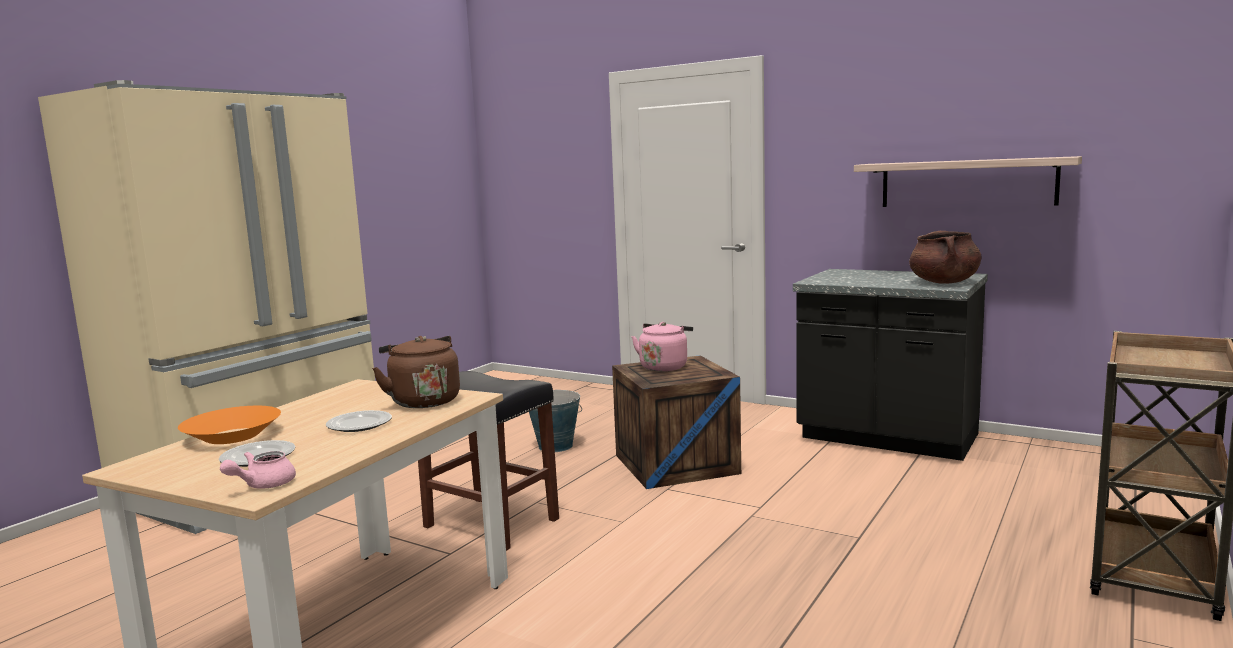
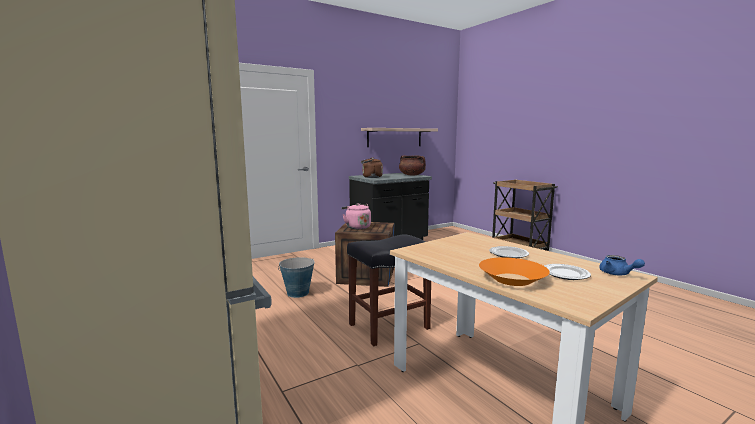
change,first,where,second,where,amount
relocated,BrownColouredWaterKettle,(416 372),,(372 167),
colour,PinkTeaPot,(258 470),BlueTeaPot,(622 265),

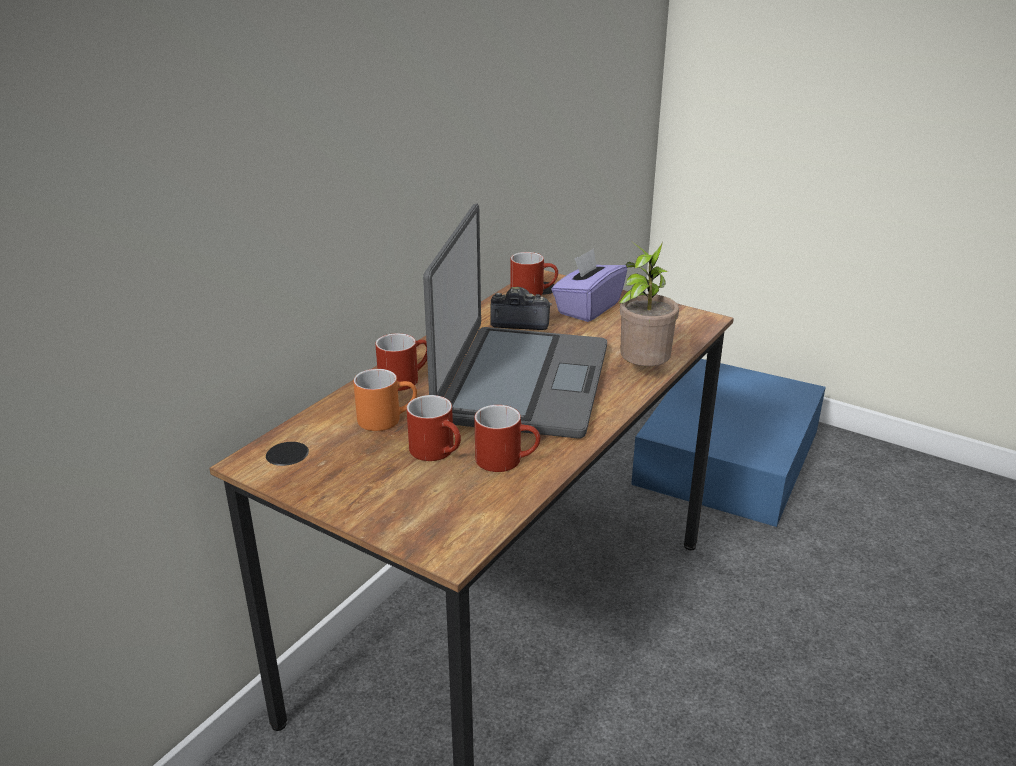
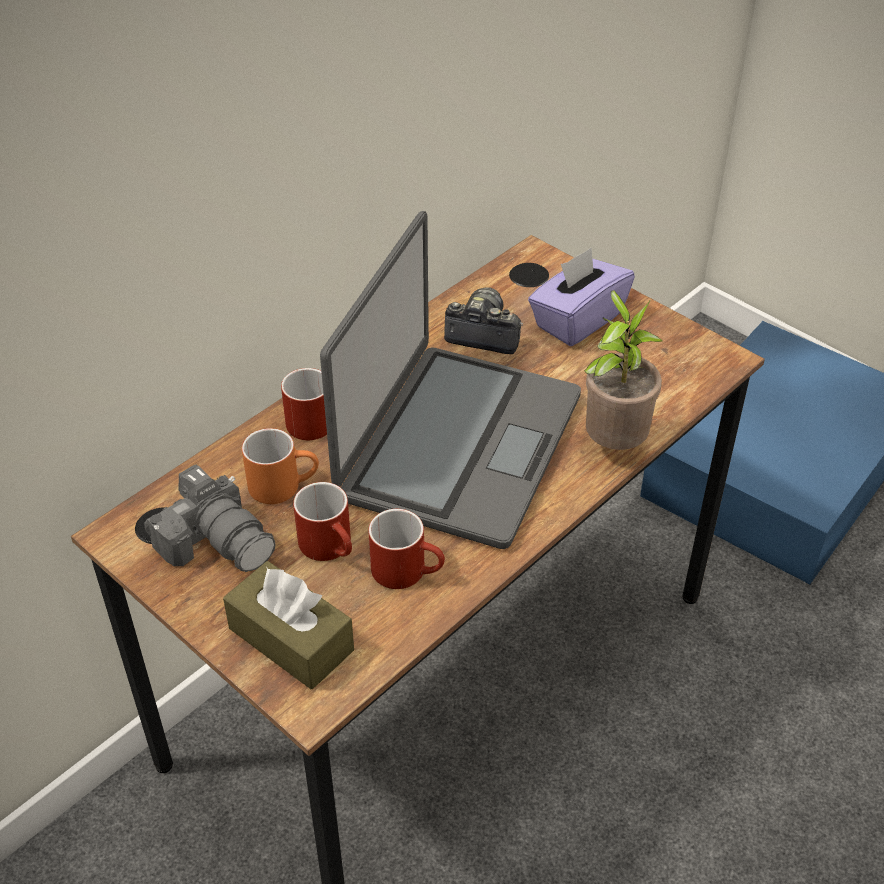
change,first,where,second,where,amount
missing,RedTeaMug,(534 274),,,
appeared,,,PhotoCamera,(209 518),
appeared,,,BrownColouredTissueHolder,(288 625),

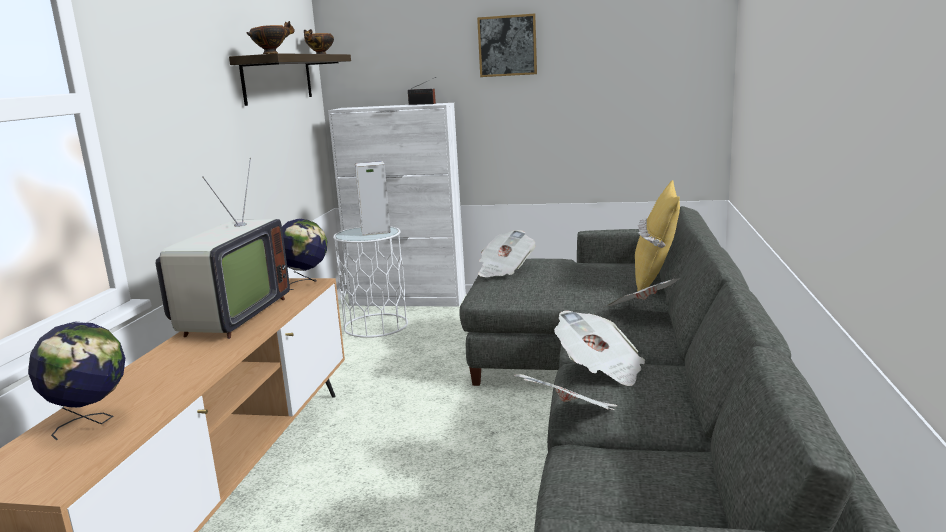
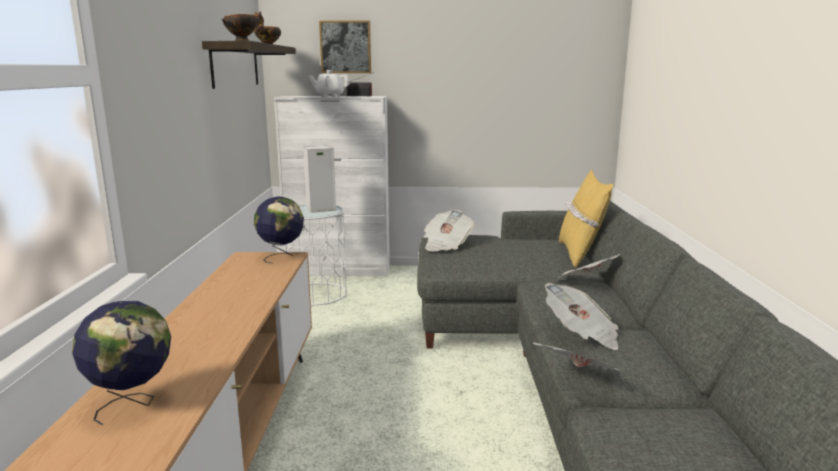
change,first,where,second,where,amount
relocated,WallPicture,(507 45),,(345 46),
missing,Television,(223 248),,,
appeared,,,WhiteTeaPot,(329 83),

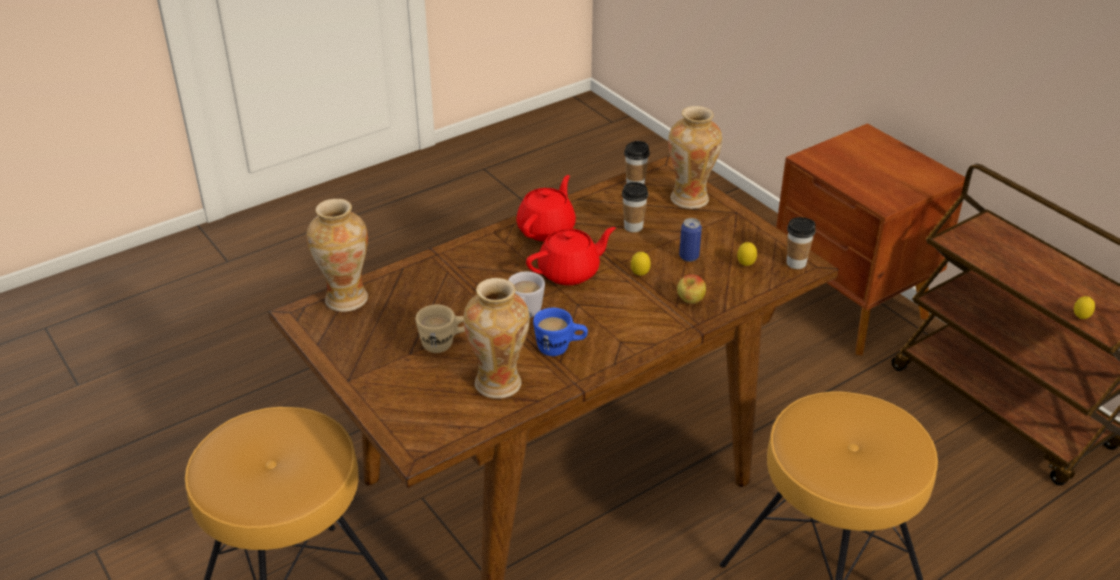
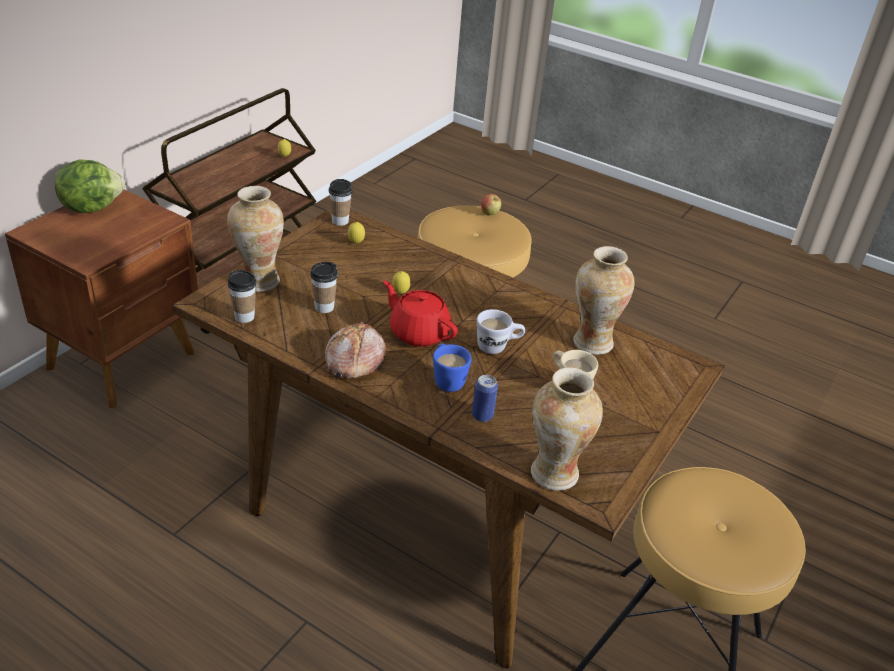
change,first,where,second,where,amount
exchanged,RedTeaPot,(546 208),BakedBread,(355 350),
relocated,SealedCan,(690 240),,(485 398),
relocated,AppleFruit,(691 289),,(491 205),
relocated,BlueTeaMug,(560 332),,(452 367),
appeared,,,Lettuce,(89 186),

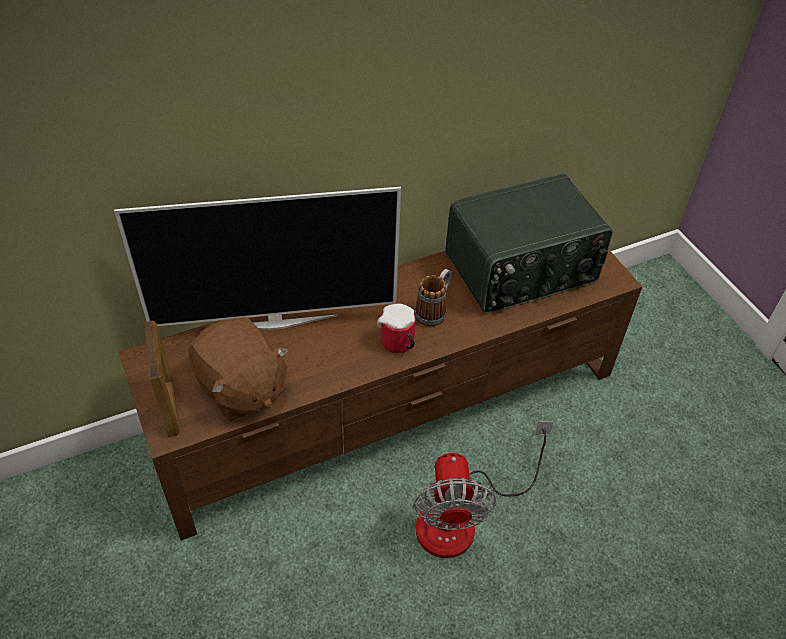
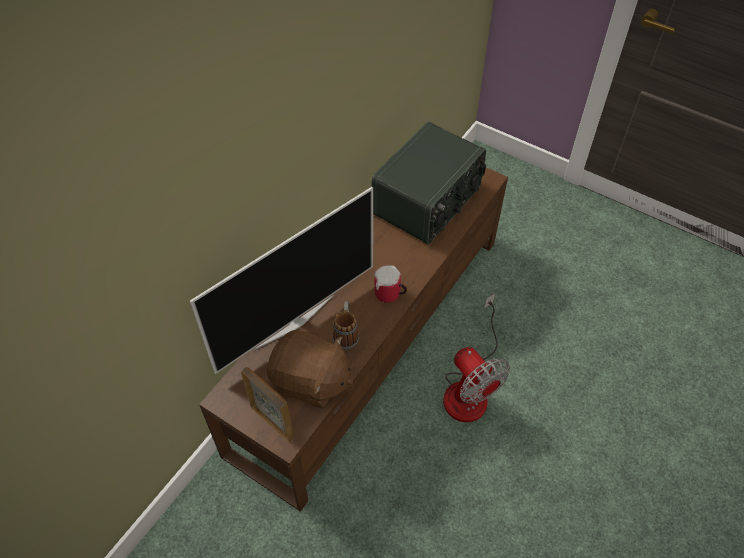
change,first,where,second,where,amount
relocated,TeaMug,(433 297),,(346 326),

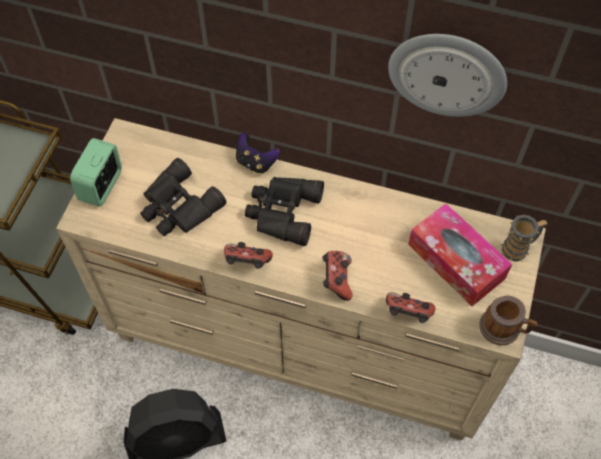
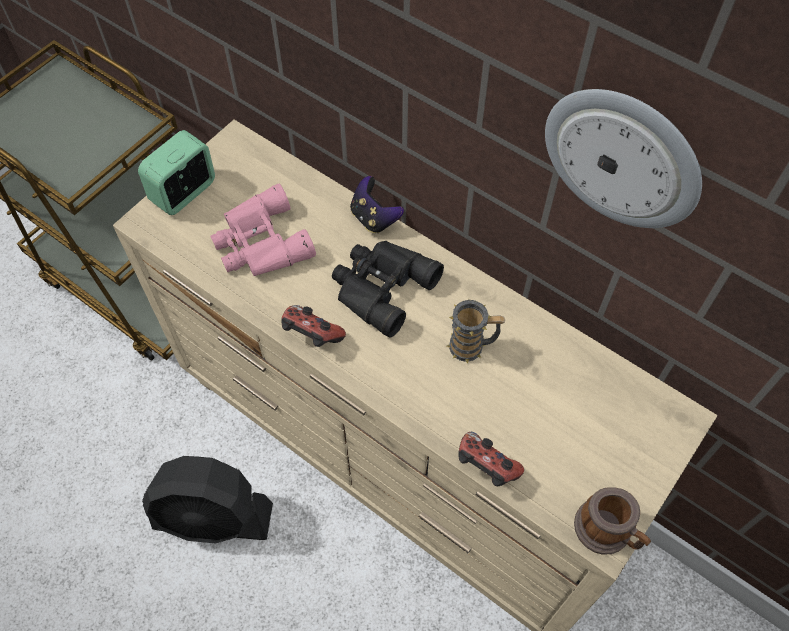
change,first,where,second,where,amount
colour,BlackPairOfBinoculars,(183 197),PinkPairOfBinoculars,(263 230),
missing,TissueHolder,(460 254),,,
relocated,TeaMug,(524 238),,(476 331),
missing,Gamepad,(337 276),,,

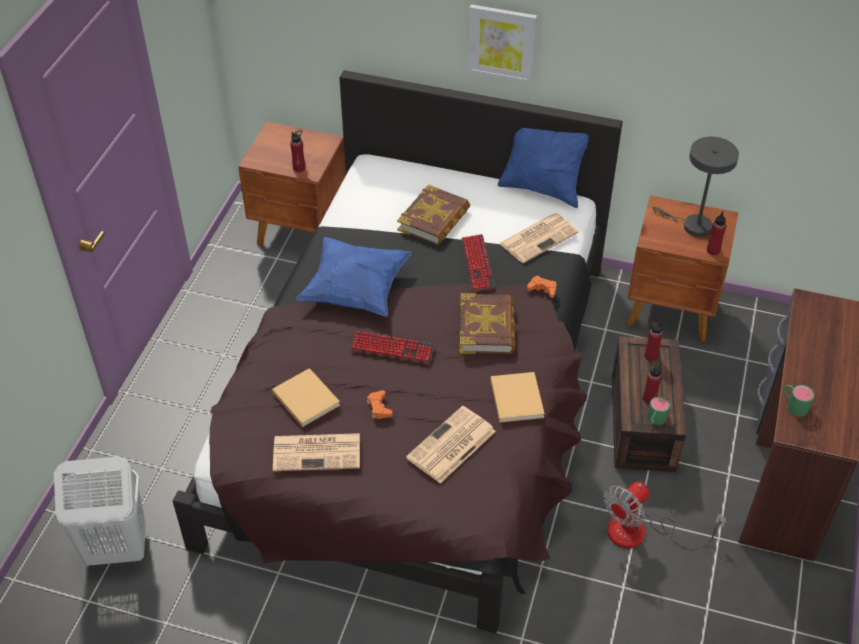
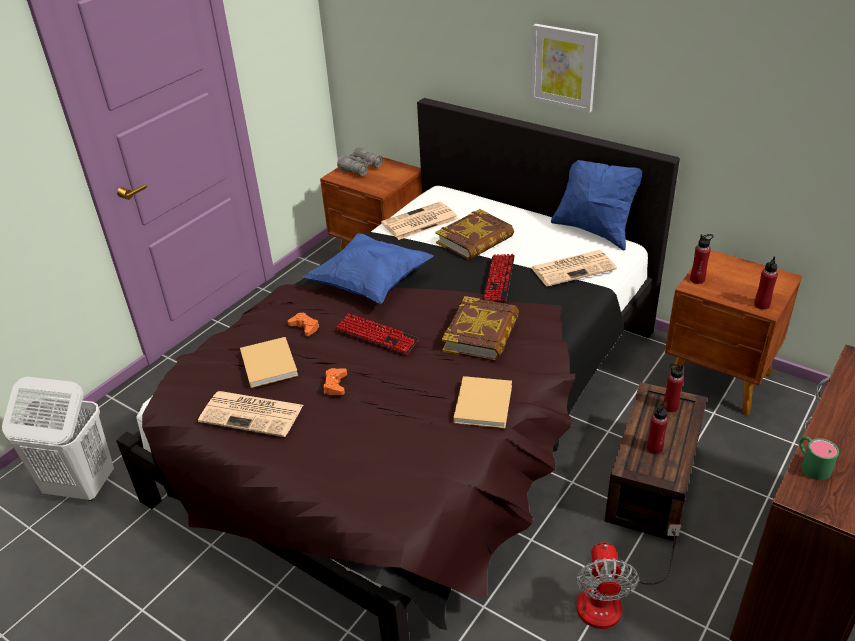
change,first,where,second,where,amount
relocated,RedDrinkBottle,(297 151),,(702 259),
missing,GreyLampForATable,(696 187),,,
relocated,OrangeColouredGamepad,(541 287),,(303 324),
missing,GreenTeaMug,(658 410),,,
relocated,Newspaper,(451 444),,(419 221),
spun,ElectricFan,(665 515),,(628 577),60 degrees counterclockwise
appeared,,,GreyPairOfBinoculars,(360 161),

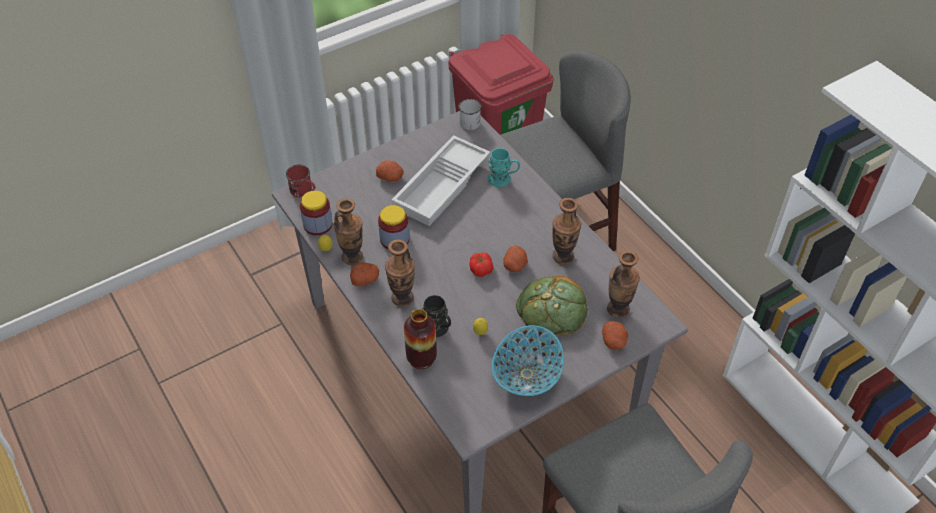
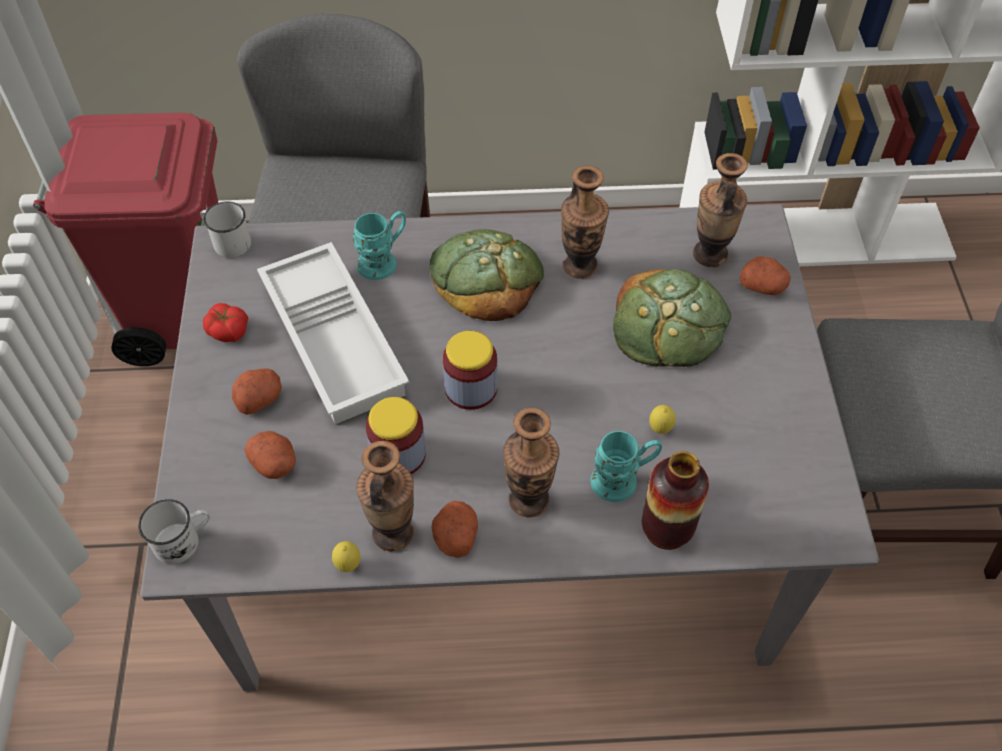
change,first,where,second,where,amount
colour,RedTeaMug,(300 180),WhiteTeaMug,(174 531),
relocated,Jar,(316 213),,(470 370),
relocated,WholePotato,(515 258),,(270 455),
relocated,WholeTomato,(481 265),,(225 322),
colour,BlackTeaMug,(436 316),BlueGreenTeaMug,(626 466),
missing,DeepDish,(528 360),,,
appeared,,,BakedBread,(487 275),

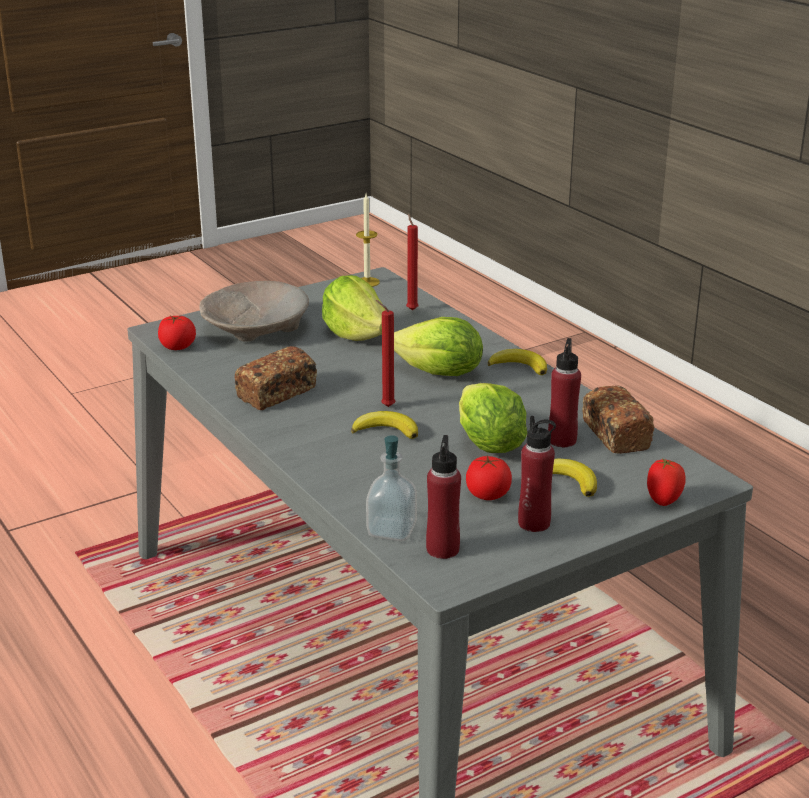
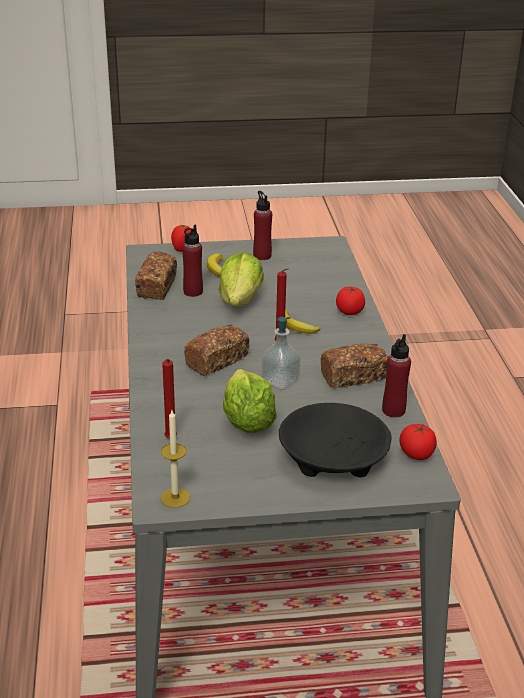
change,first,where,second,where,amount
colour,SandColouredDeepDish,(254 311),BlackDeepDish,(335 440),
exchanged,Lettuce,(438 346),BakedBread,(217 350),
missing,Banana,(517 362),,,
relocated,SoapDispenser,(391 488),,(281 353),
relocated,RedDrinkBottle,(443 497),,(396 375),
relocated,WholeTomato,(489 477),,(350 301),

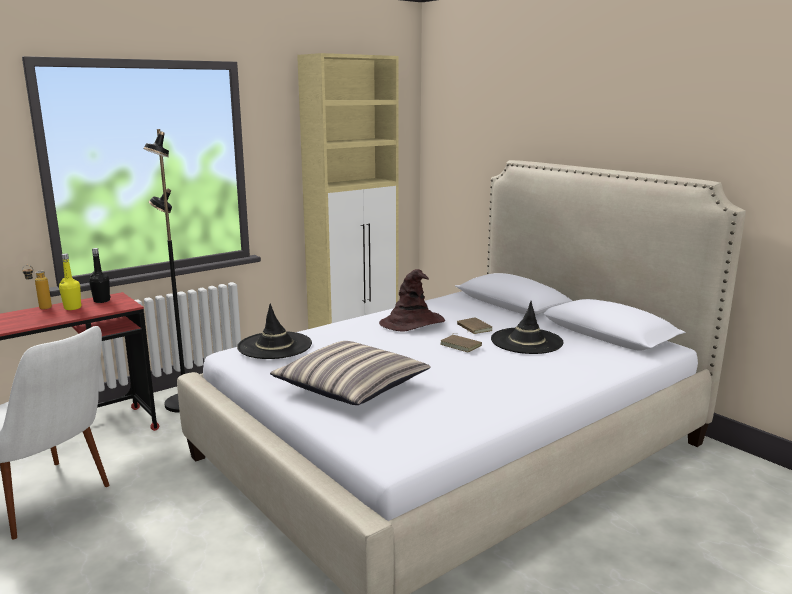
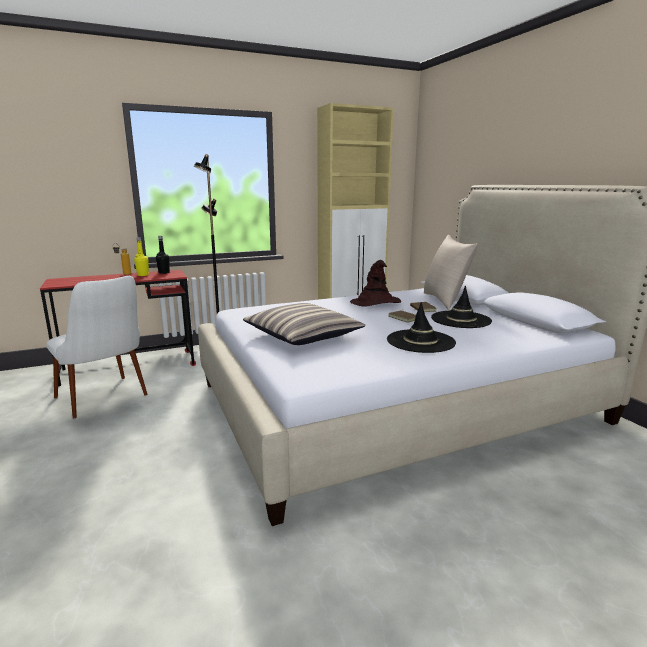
change,first,where,second,where,amount
relocated,BlackClothingHat,(274 331),,(421 327),
appeared,,,SandColouredPillow,(451 272),

